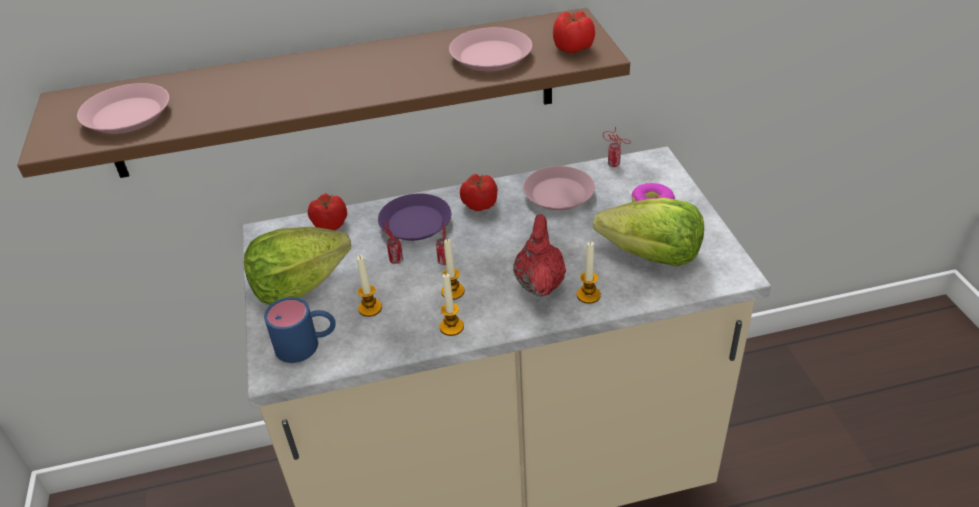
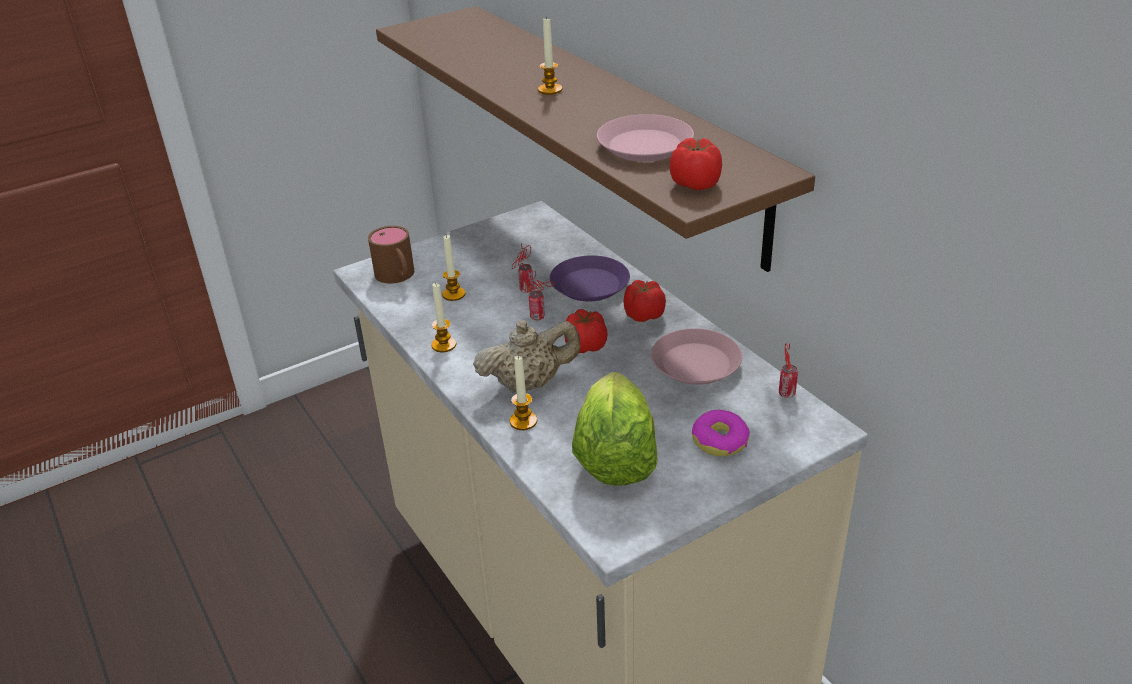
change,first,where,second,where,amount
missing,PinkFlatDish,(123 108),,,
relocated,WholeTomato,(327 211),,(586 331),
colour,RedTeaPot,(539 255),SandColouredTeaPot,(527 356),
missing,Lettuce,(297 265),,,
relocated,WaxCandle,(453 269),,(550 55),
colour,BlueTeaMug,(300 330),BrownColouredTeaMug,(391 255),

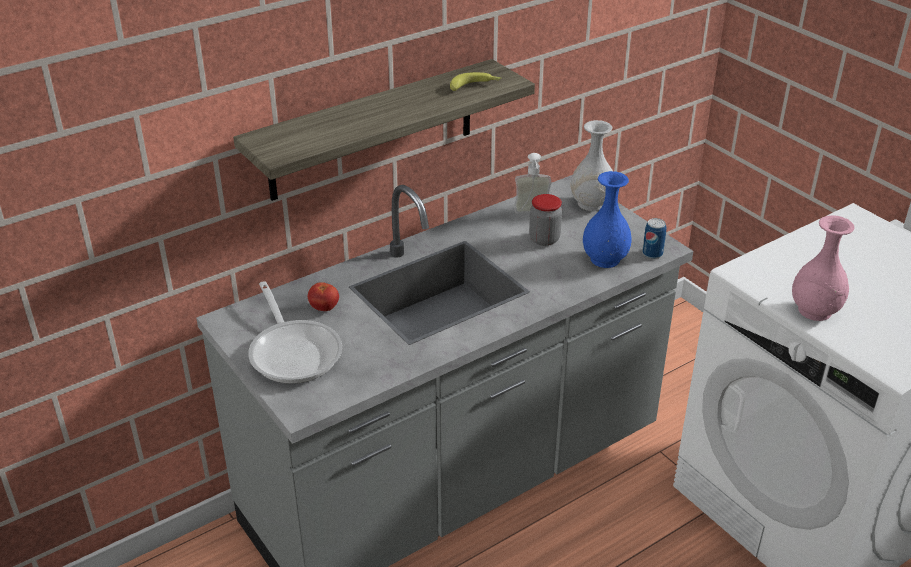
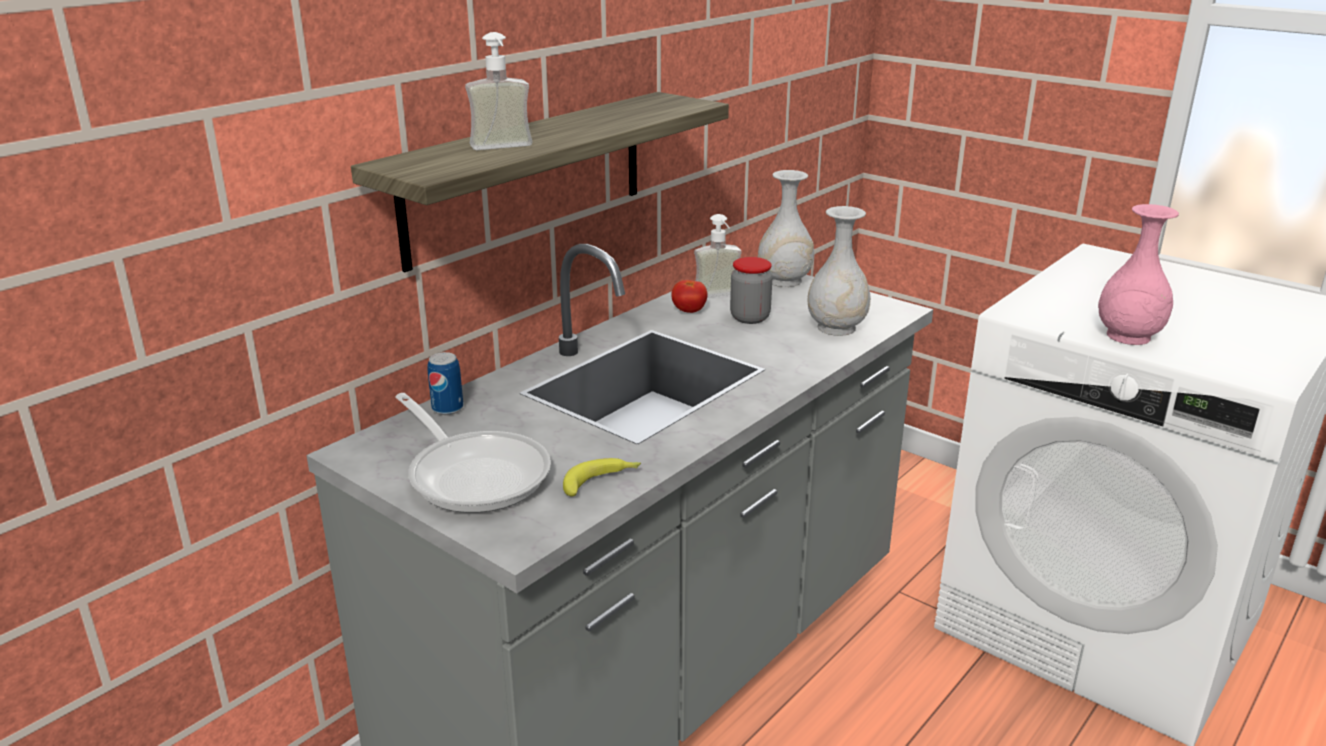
change,first,where,second,where,amount
relocated,Banana,(475 81),,(602 477),
colour,BlueFlowerVase,(607 219),WhiteFlowerVase,(839 271),
relocated,SealedCan,(654 238),,(445 383),
relocated,WholeTomato,(323 296),,(689 296),
appeared,,,SoapDispenser,(498 91),

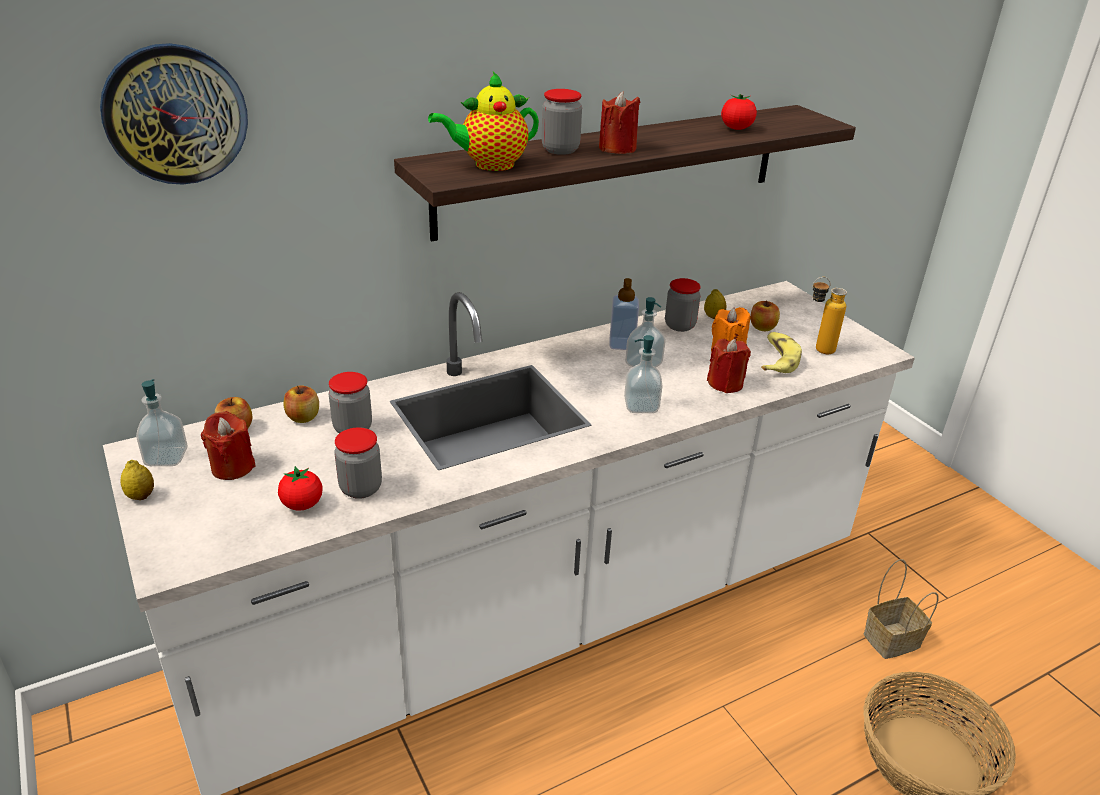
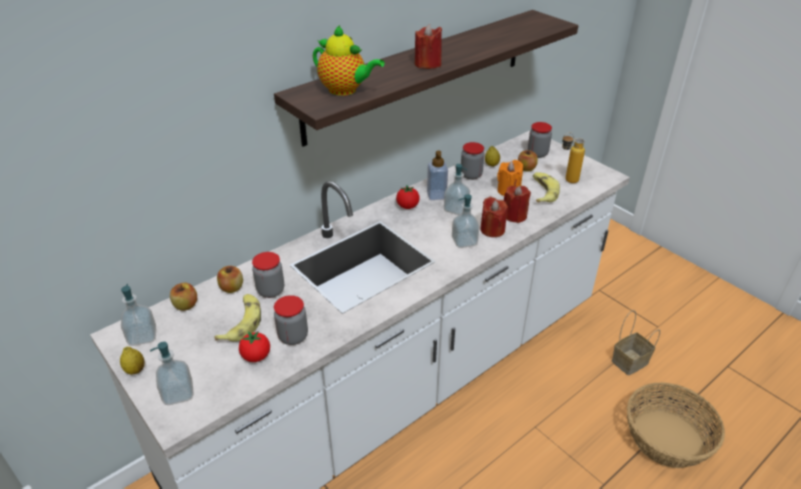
change,first,where,second,where,amount
missing,WallClock,(174 114),,,
spun,TeaPot,(483 121),,(349 60),120 degrees counterclockwise
relocated,Jar,(562 122),,(540 140),
relocated,WholeTomato,(739 112),,(408 197),
relocated,RedWaxCandle,(228 445),,(494 217),
appeared,,,Banana,(237 318),
appeared,,,SoapDispenser,(172 373),

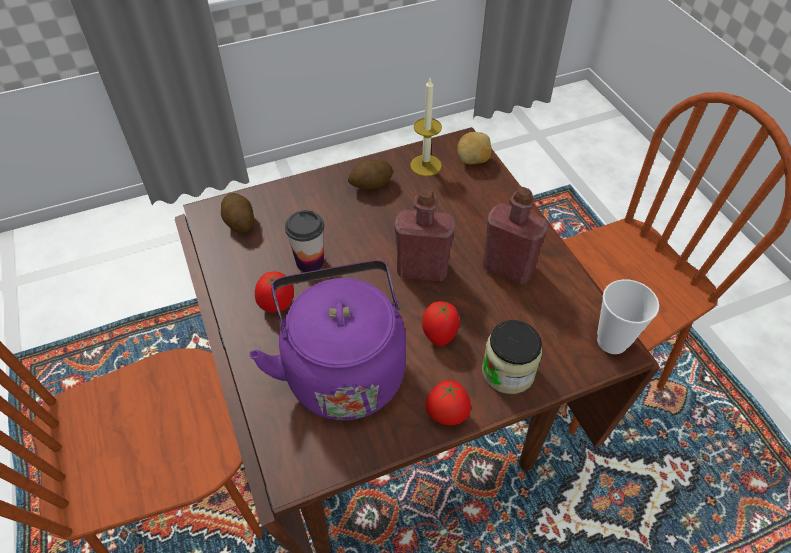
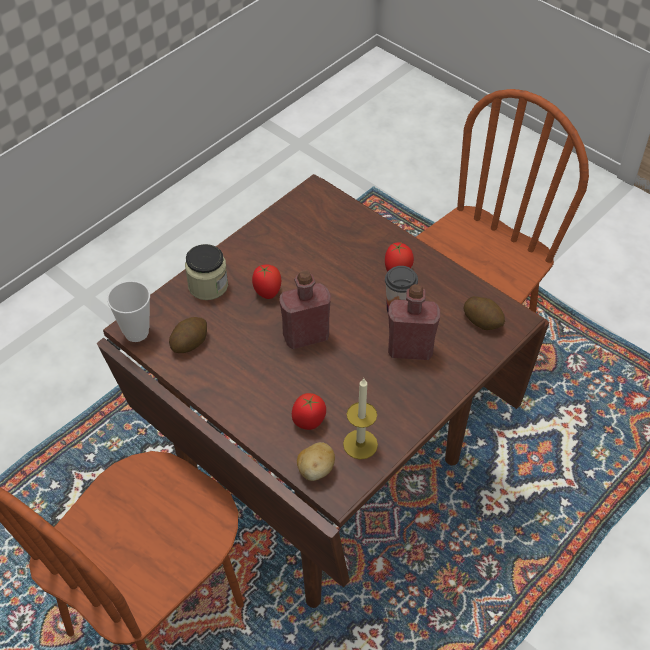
change,first,where,second,where,amount
relocated,WholePotato,(370 174),,(188 335),
relocated,RedDrinkBottle,(515 235),,(414 322),
missing,PurpleColouredWaterKettle,(327 340),,,
relocated,WholeTomato,(448 402),,(309 411),

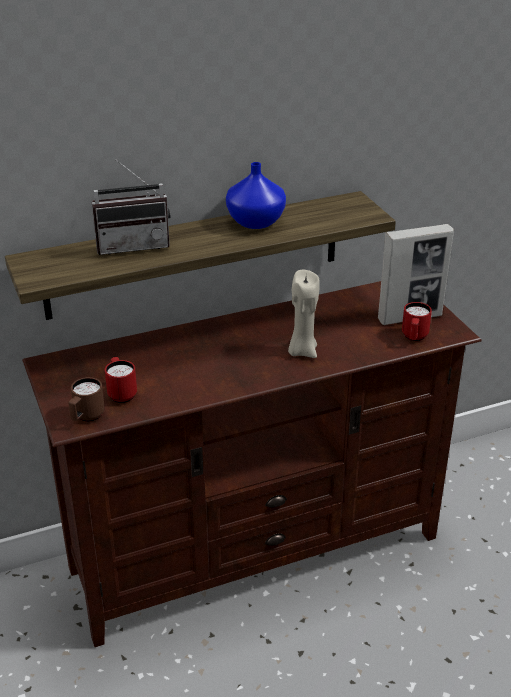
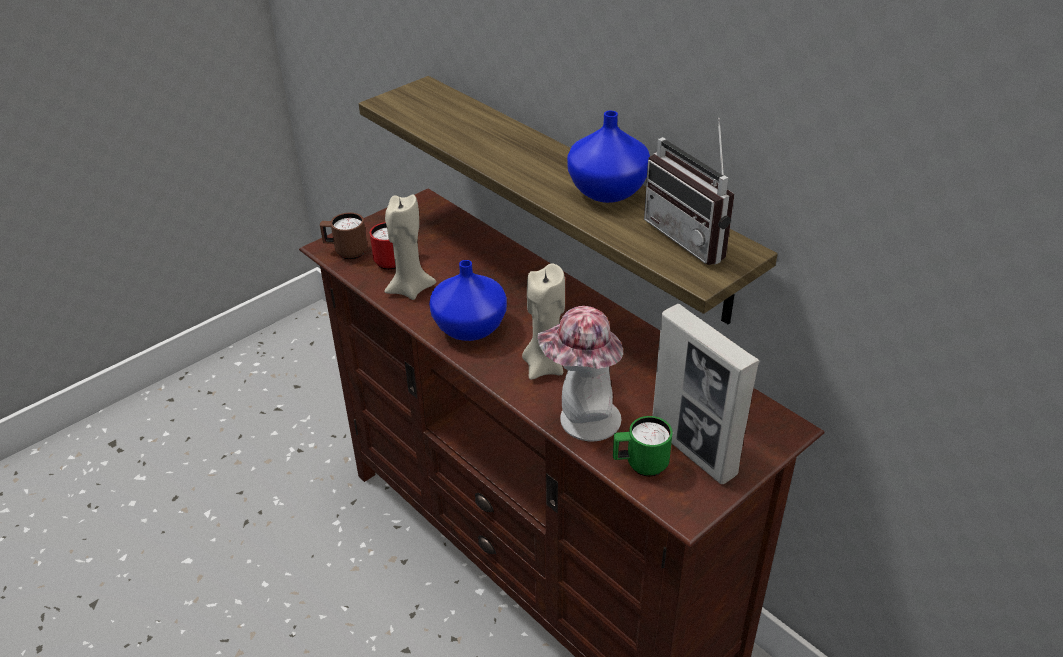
change,first,where,second,where,amount
relocated,RadioReceiver,(131 207),,(689 191),
colour,RedTeaMug,(417 321),GreenTeaMug,(643 446),
appeared,,,SandColouredWaxCandle,(410 247),
appeared,,,BlueFlowerVase,(468 300),
appeared,,,ClothingHat,(580 373),

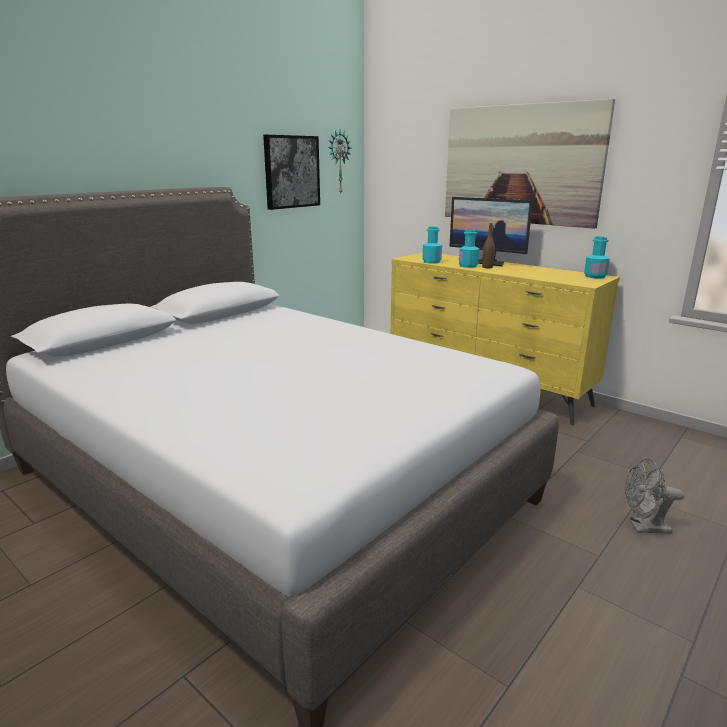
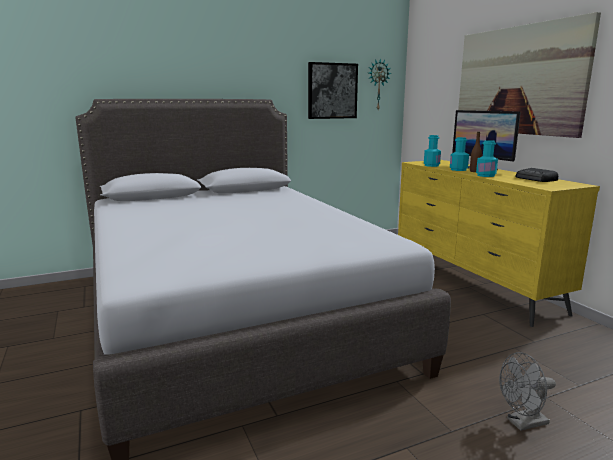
change,first,where,second,where,amount
relocated,BlueGreenDrinkBottle,(597 258),,(487 158),
spun,GreyElectricFan,(654 496),,(527 391),45 degrees counterclockwise
appeared,,,RadioReceiver,(537 175),

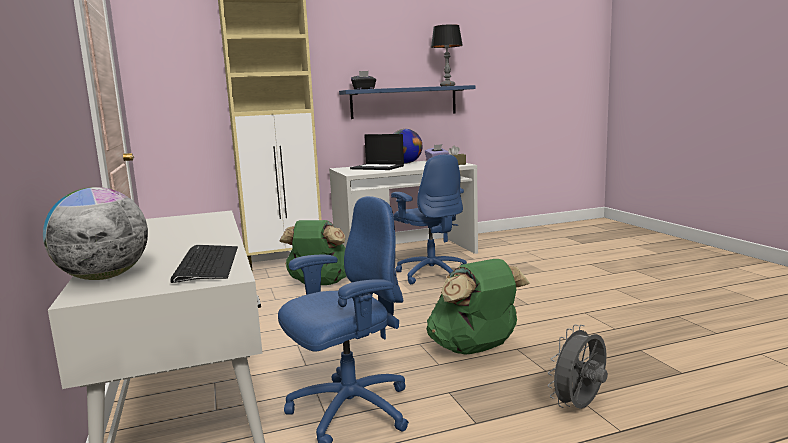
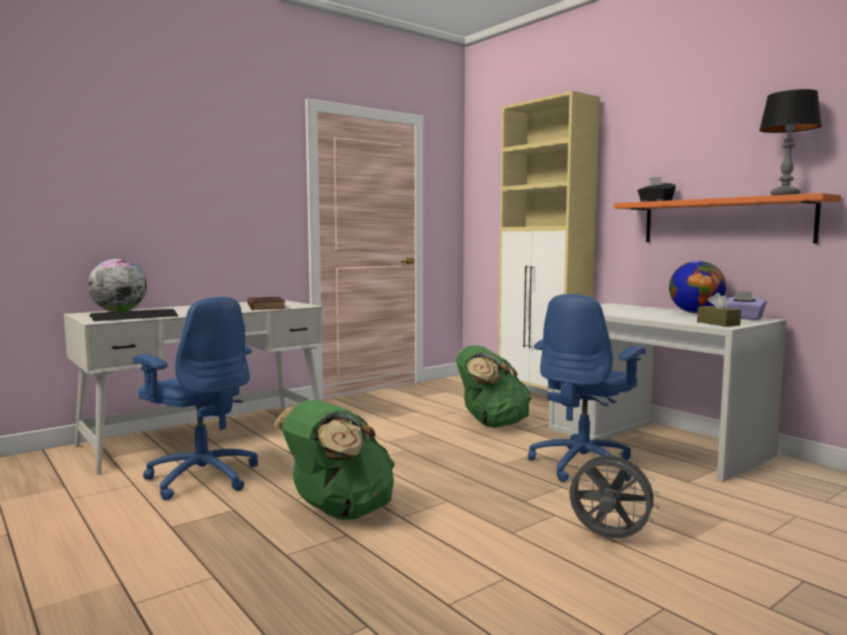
change,first,where,second,where,amount
colour,BlueShelf,(407 102),OrangeColouredShelf,(727 218),
missing,NotebookComputer,(377 152),,,
relocated,GreyElectricFan,(578 367),,(614 493),
appeared,,,BrownColouredBook,(266 303),

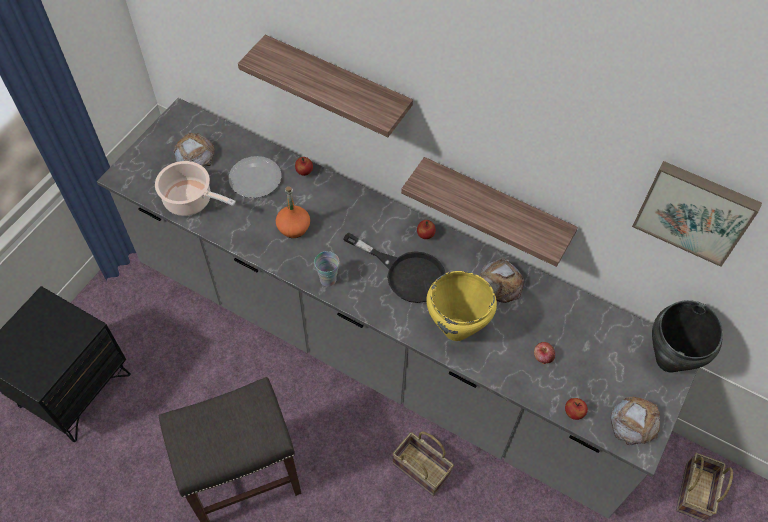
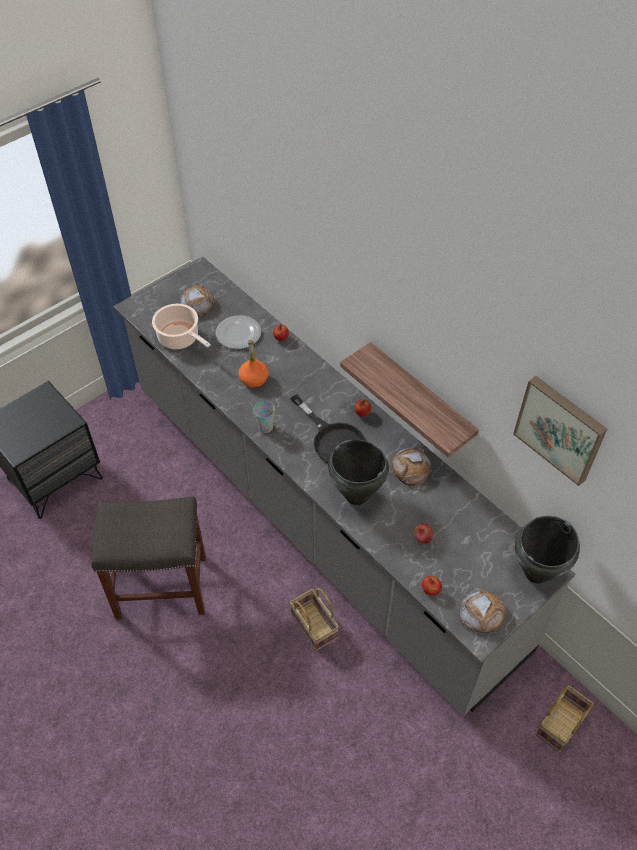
change,first,where,second,where,amount
missing,Shelf,(325 86),,,
colour,YellowishStockpot,(461 306),BlackStockpot,(358 472),

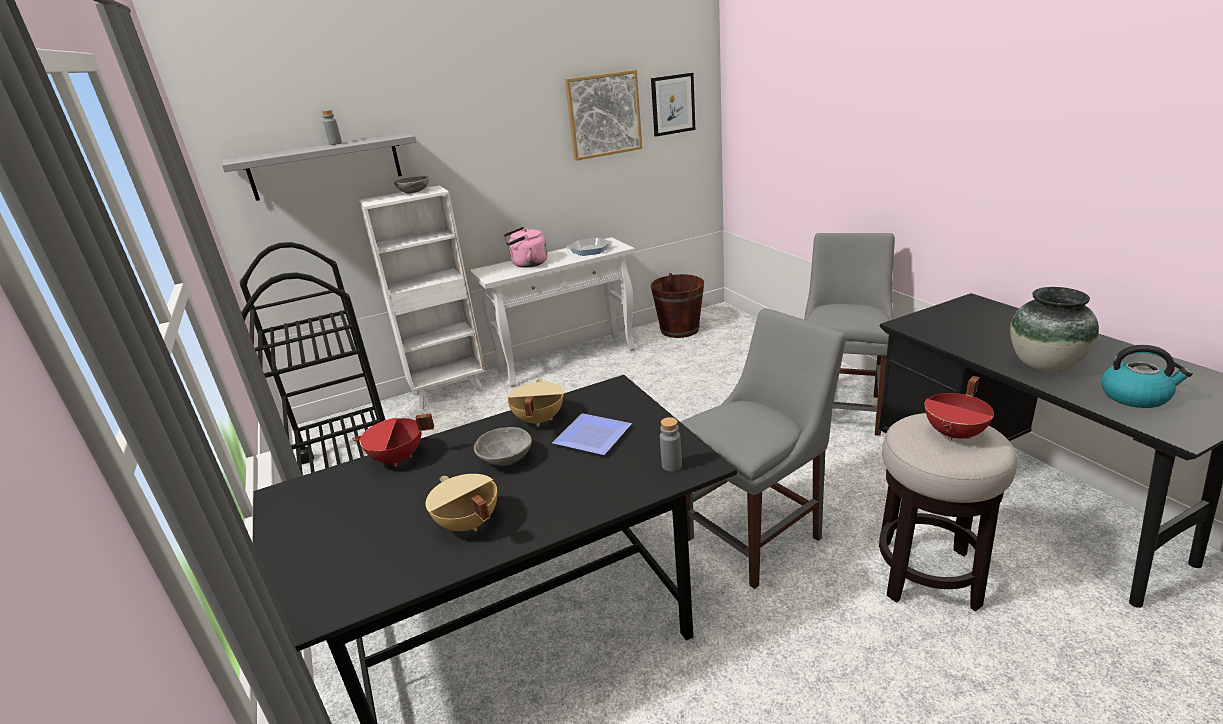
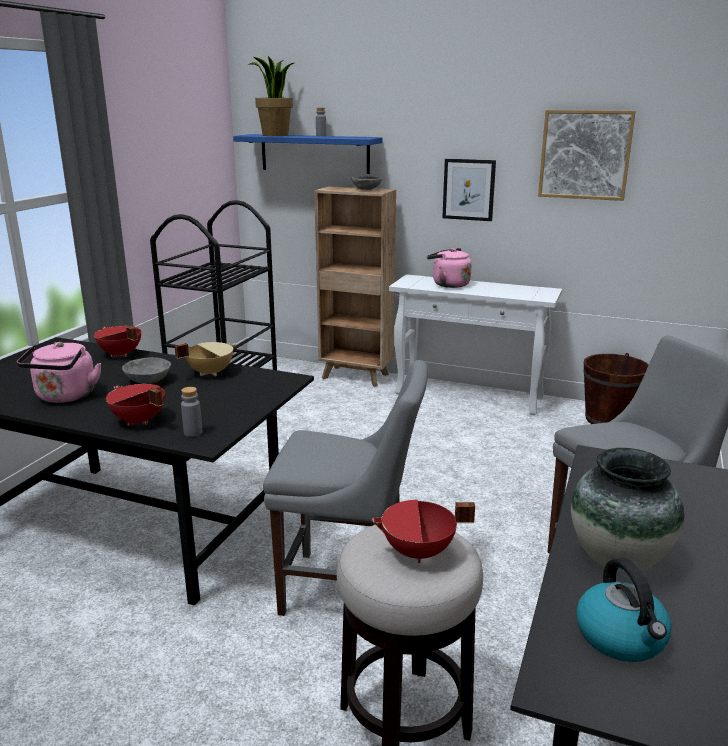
change,first,where,second,where,amount
relocated,WallPicture,(673 105),,(469 190),
colour,GreyShelf,(319 167),BlueShelf,(307 154),
colour,WhiteBookcase,(422 297),BrownColouredBookcase,(355 286),
missing,Skillet,(589 247),,,
missing,FlatDish,(592 434),,,
exchanged,SandColouredStockpot,(461 503),PinkWaterKettle,(59 372),
appeared,,,Houseplant,(271 96),
appeared,,,RedStockpot,(135 405),

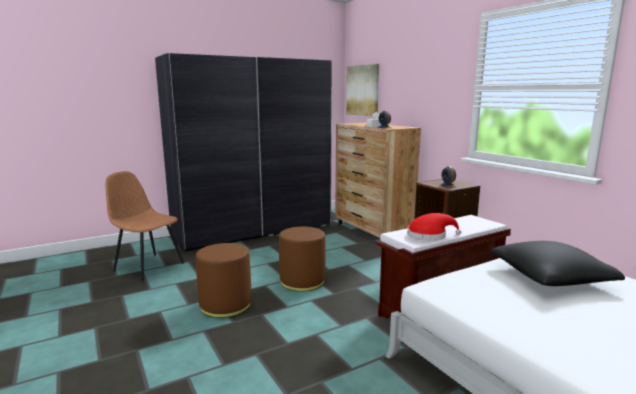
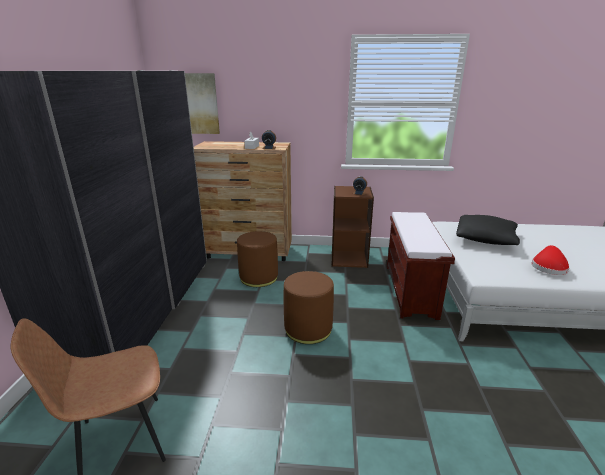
change,first,where,second,where,amount
relocated,RedClothingHat,(434 227),,(550 260),
relocated,BrownColouredFootrest,(223 280),,(257 259),

